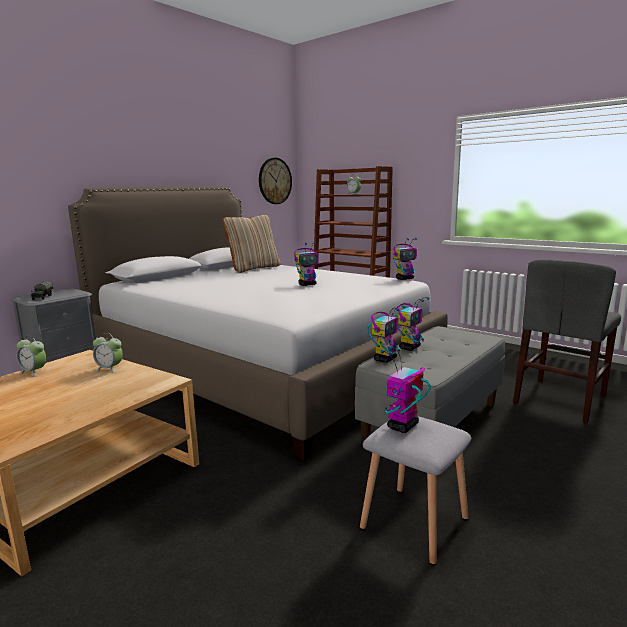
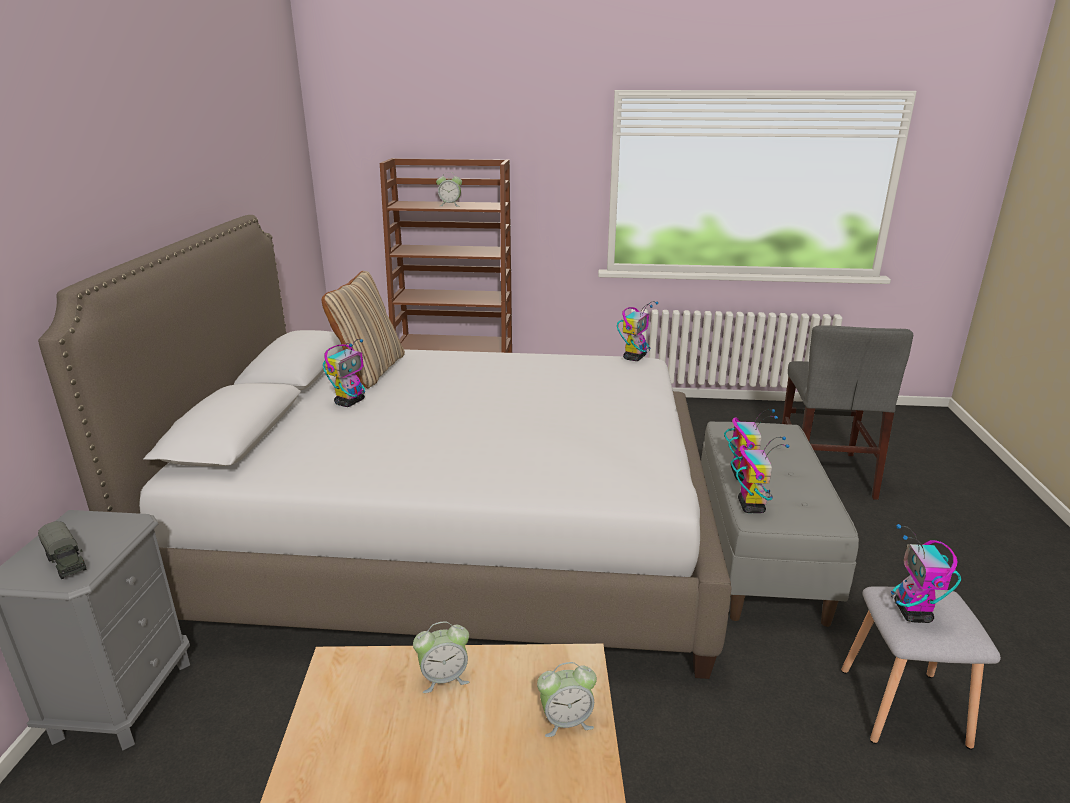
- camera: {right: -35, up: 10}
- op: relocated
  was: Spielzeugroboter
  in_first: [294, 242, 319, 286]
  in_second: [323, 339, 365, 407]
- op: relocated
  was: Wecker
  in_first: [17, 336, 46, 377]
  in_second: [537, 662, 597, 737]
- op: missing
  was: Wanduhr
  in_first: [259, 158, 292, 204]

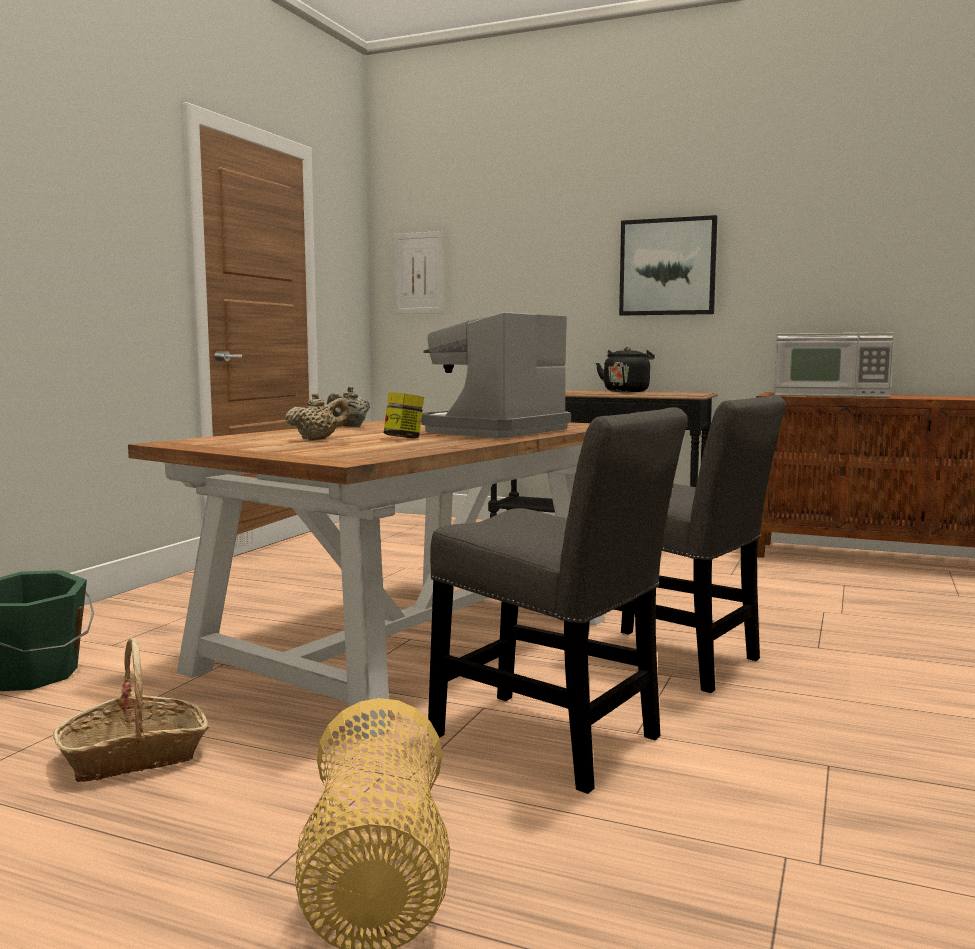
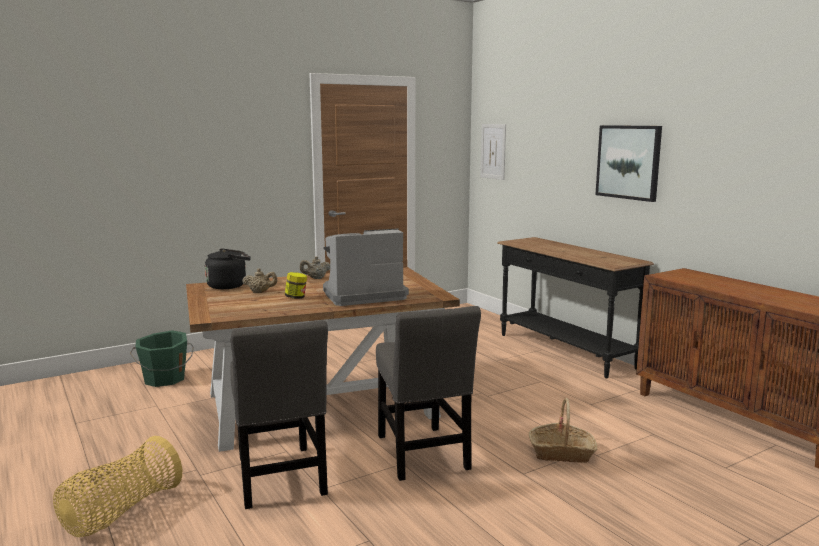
- camera: {right: 35, up: 5}
- op: relocated
  was: Wasserkessel/schwarz
  in_first: [596, 347, 655, 392]
  in_second: [205, 248, 251, 289]
- op: relocated
  was: Korb
  in_first: [53, 638, 209, 782]
  in_second: [529, 398, 598, 463]
- op: missing
  was: Mikrowelle
  in_first: [774, 333, 894, 397]

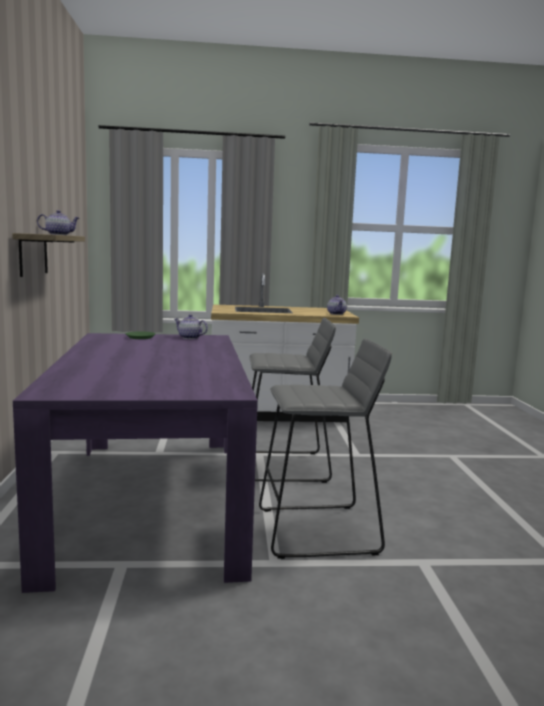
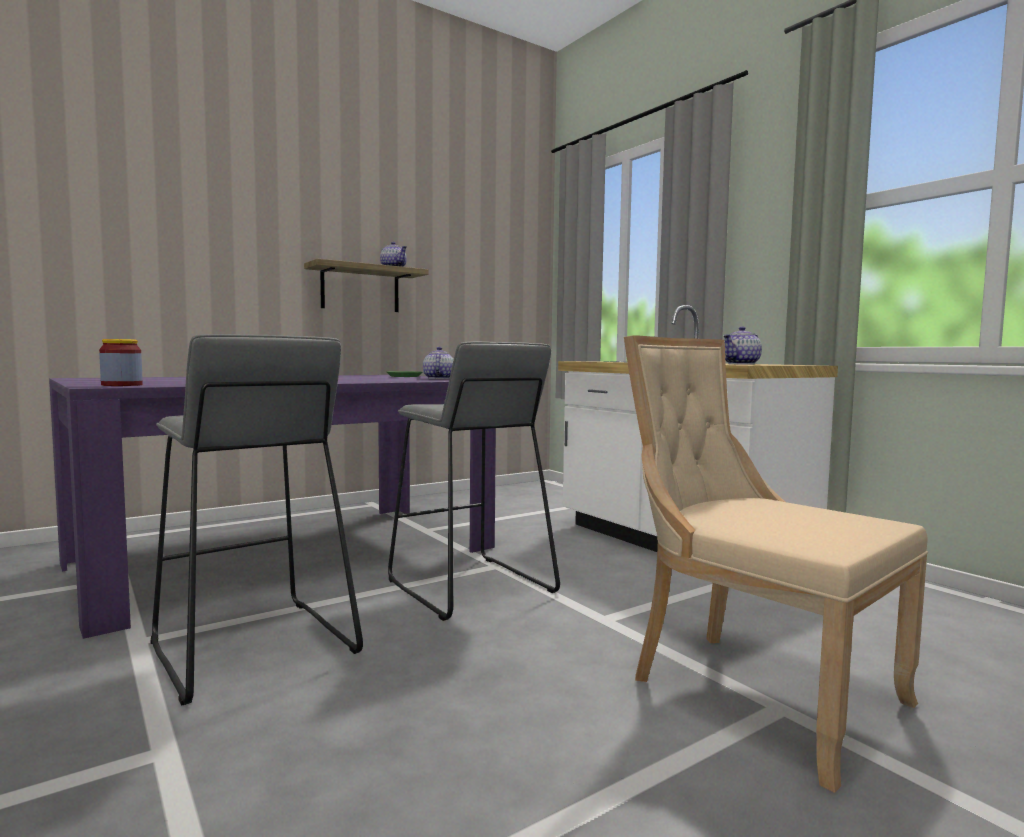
- camera: {right: 60, up: -5}
- op: appeared
  now: Vorratsglas
  in_second: [99, 339, 143, 386]
- op: appeared
  now: Stuhl/beige
  in_second: [624, 335, 928, 793]

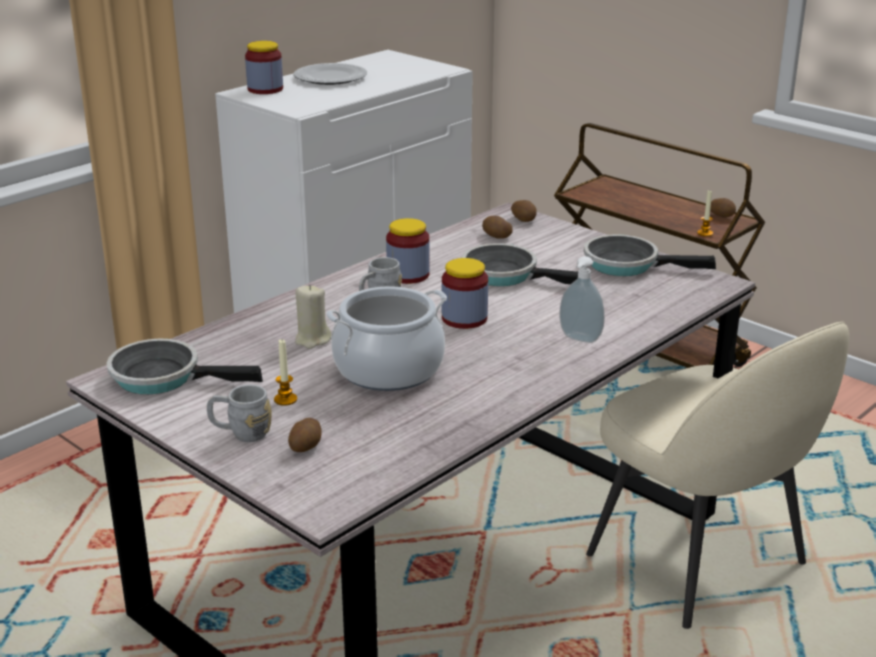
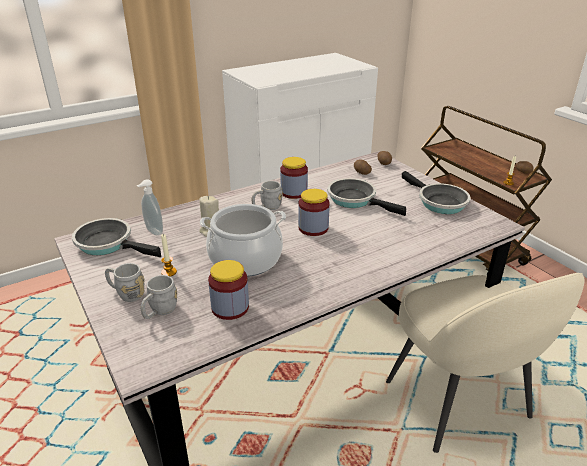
- camera: {right: 15, up: 5}
- op: relocated
  was: Seifenspender
  in_first: [559, 256, 605, 343]
  in_second: [137, 179, 163, 236]
- op: exchanged
  was: Kartoffel
  now: Henkelbecher/grau
  in_first: [288, 418, 321, 452]
  in_second: [141, 275, 177, 319]
- op: relocated
  was: Vorratsglas
  in_first: [245, 41, 283, 94]
  in_second: [208, 260, 249, 320]
- op: spun
  was: Pfanne
  in_first: [584, 234, 716, 276]
  in_second: [402, 171, 470, 214]
  clockwise: -150
- op: missing
  was: Teller
  in_first: [294, 63, 367, 85]

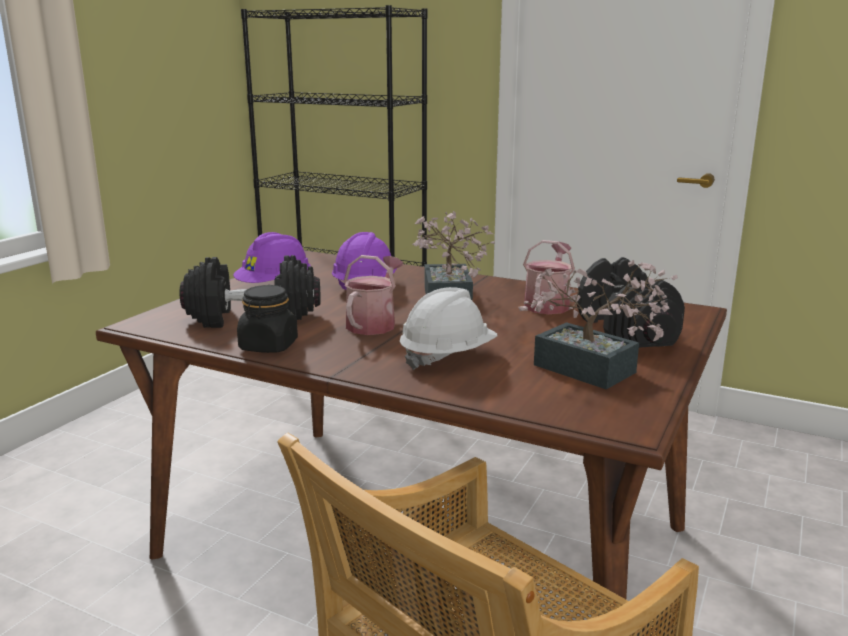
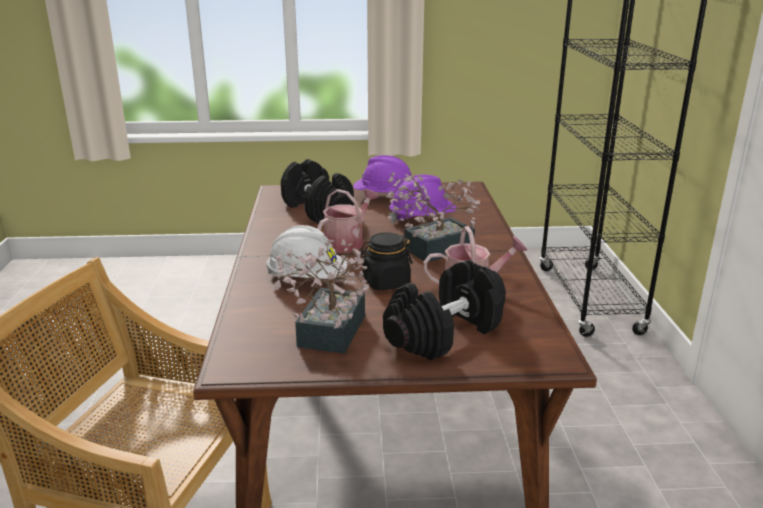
- camera: {right: 60, up: 5}
- op: spun
  was: Gießkanne
  in_first: [344, 255, 403, 335]
  in_second: [317, 189, 378, 252]
  clockwise: -45
- op: relocated
  was: Vorratsglas/schwarz
  in_first: [237, 285, 298, 353]
  in_second: [360, 232, 413, 290]

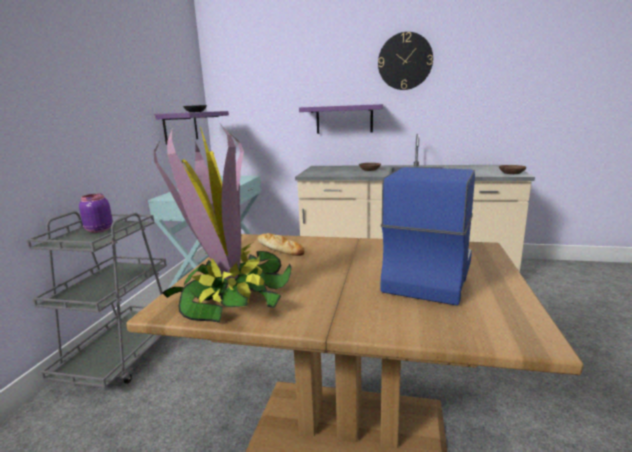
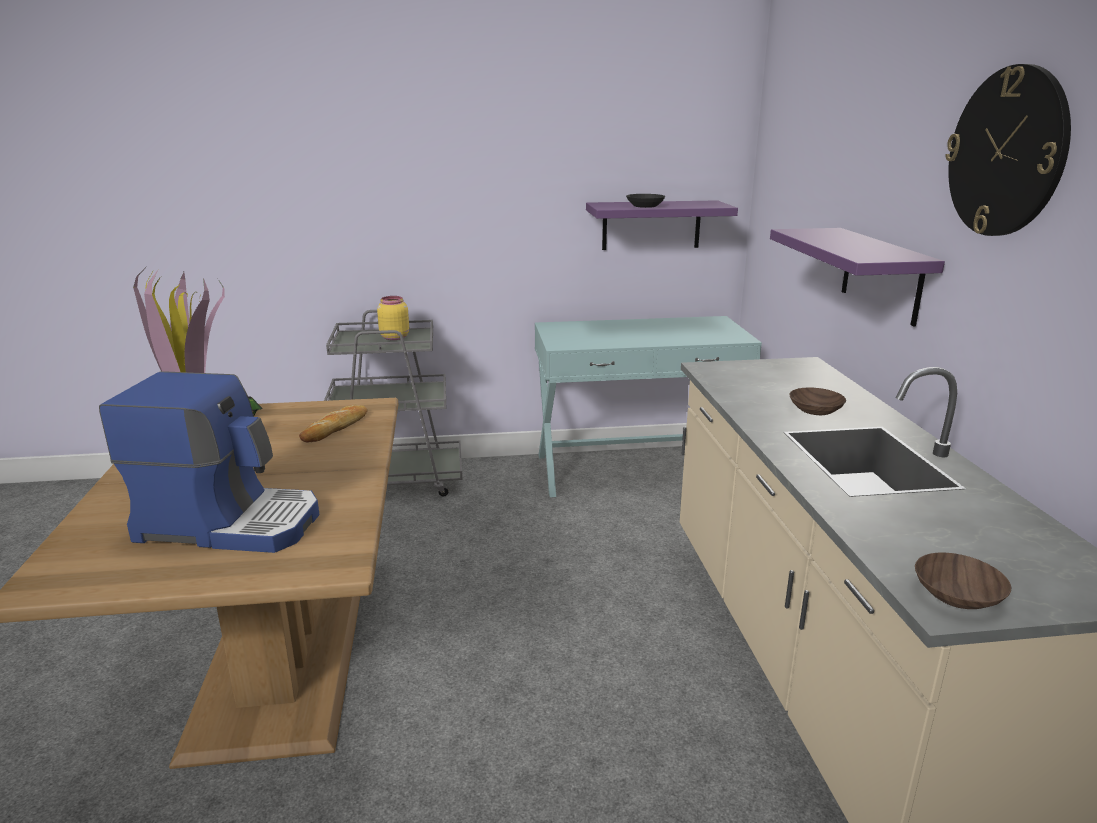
- camera: {right: 70, up: 5}
- op: colour
  was: Vorratsglas/lila
  now: Vorratsglas/gelb
  in_first: [79, 194, 113, 233]
  in_second: [377, 296, 409, 340]

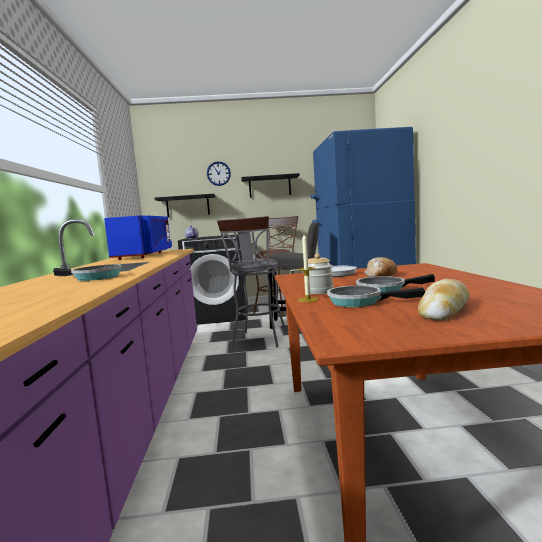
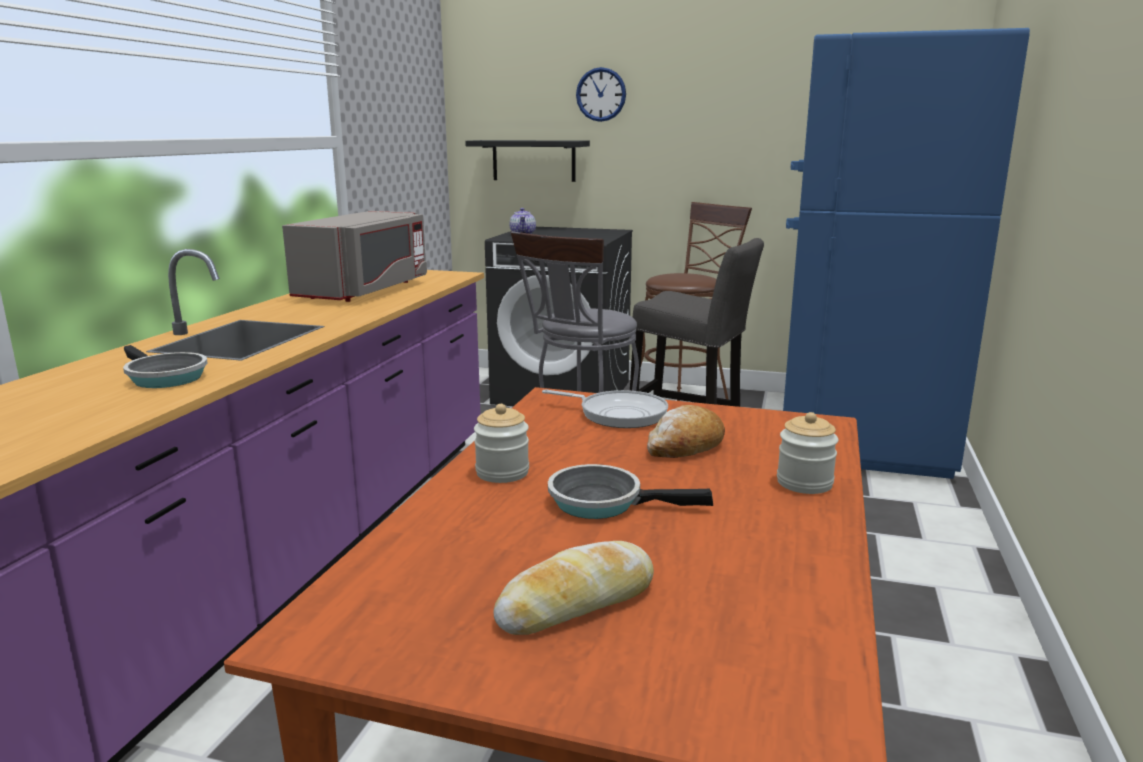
- camera: {right: 20, up: 10}
- op: colour
  was: Mikrowelle/blau
  now: Mikrowelle/grau
  in_first: [104, 215, 172, 260]
  in_second: [282, 211, 427, 302]
- op: appeared
  now: Vorratsglas
  in_second: [777, 412, 838, 494]
- op: missing
  was: Wandregal/schwarz
  in_first: [241, 173, 300, 198]
- op: missing
  was: Kerze
  in_first: [297, 234, 318, 302]
- op: missing
  was: Pfanne
  in_first: [327, 286, 425, 307]

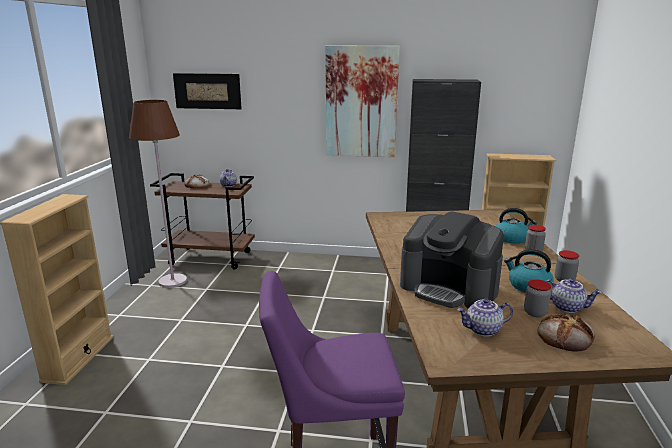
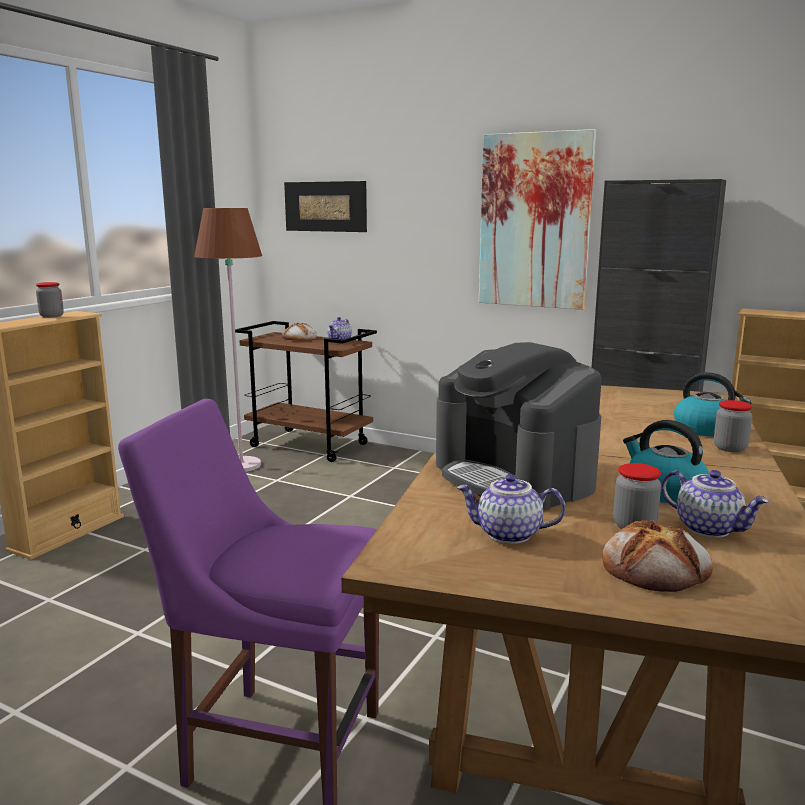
- camera: {right: 20, up: -5}
- op: relocated
  was: Vorratsglas
  in_first: [555, 250, 579, 281]
  in_second: [36, 282, 64, 318]

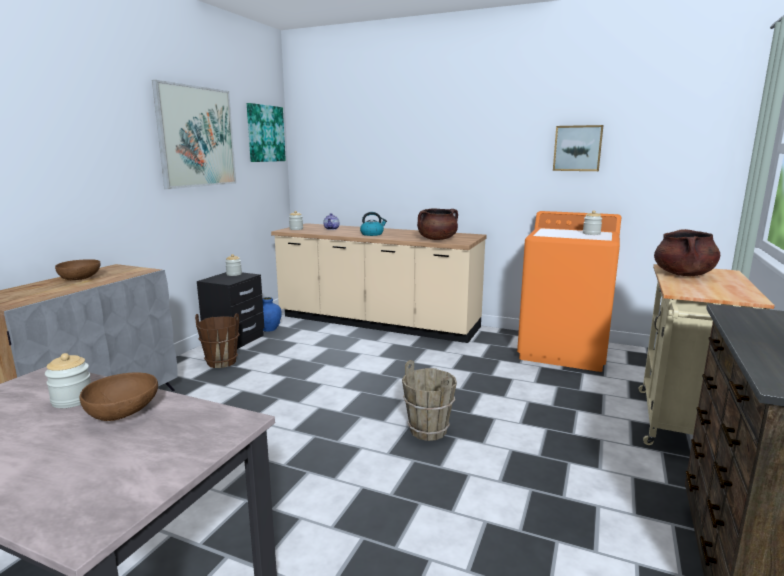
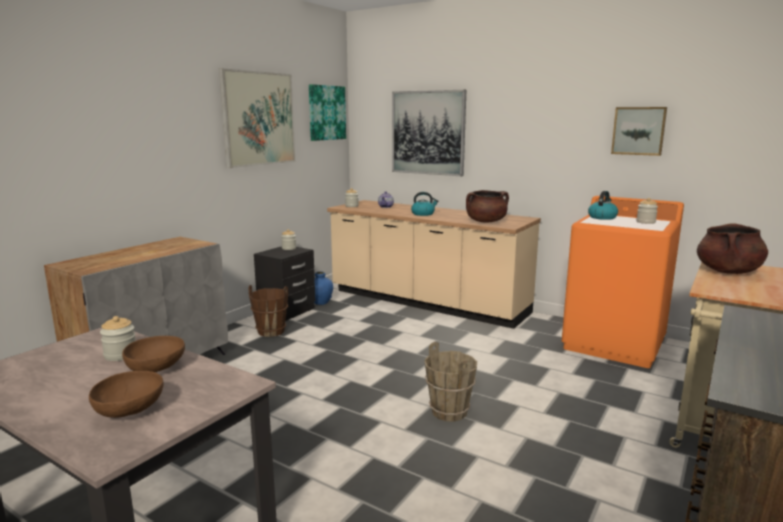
- camera: {right: 10, up: 0}
- op: relocated
  was: Schüssel/braun
  in_first: [55, 259, 100, 280]
  in_second: [89, 371, 164, 418]
- op: appeared
  now: Bild
  in_second: [392, 90, 466, 176]
- op: appeared
  now: Wasserkessel
  in_second: [588, 191, 618, 220]

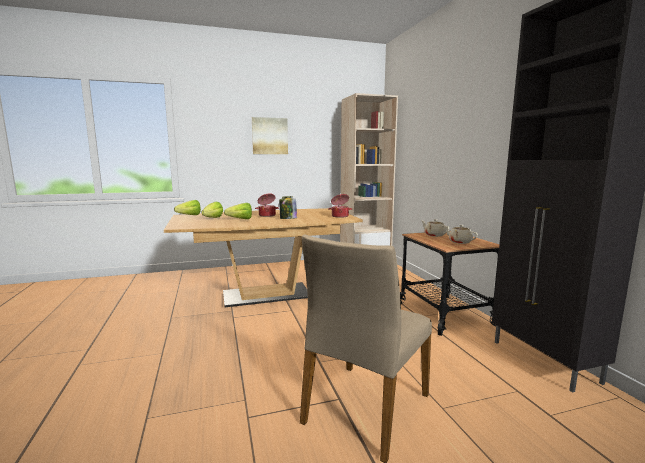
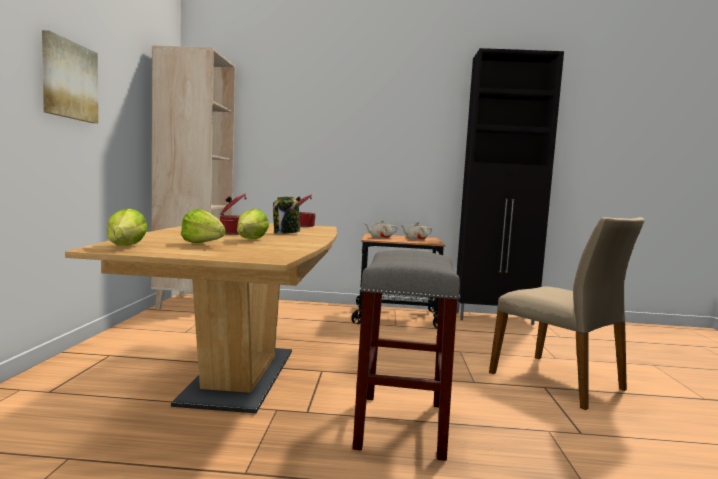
- camera: {right: -70, up: -5}
- op: appeared
  now: Hocker/grau
  in_second: [353, 250, 460, 461]

